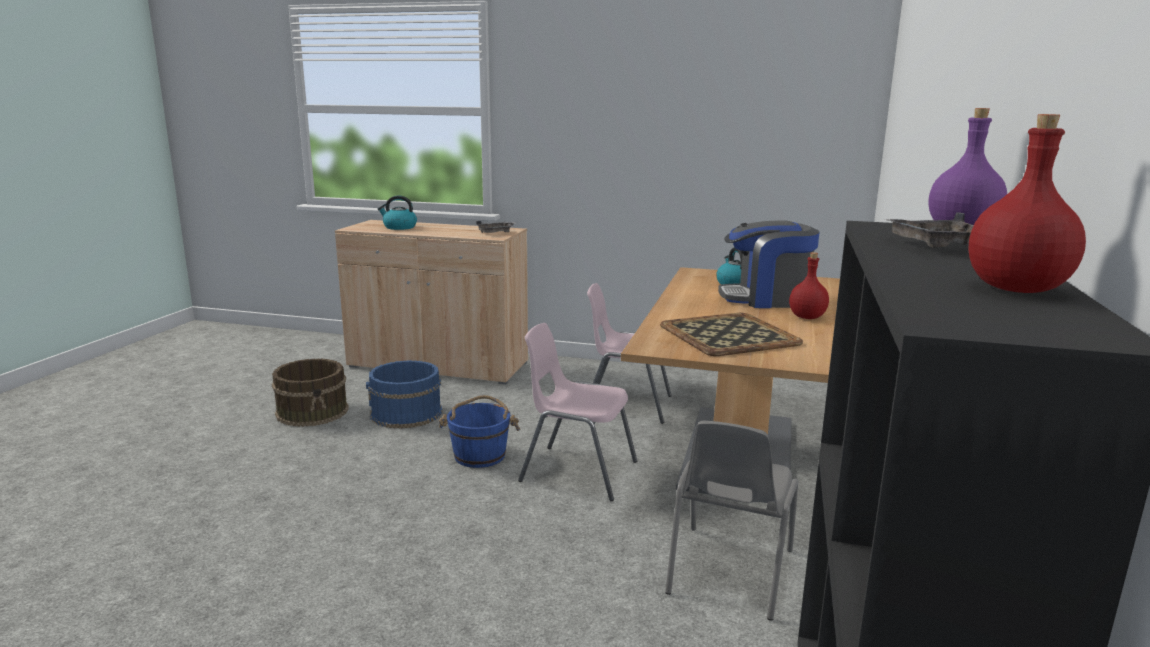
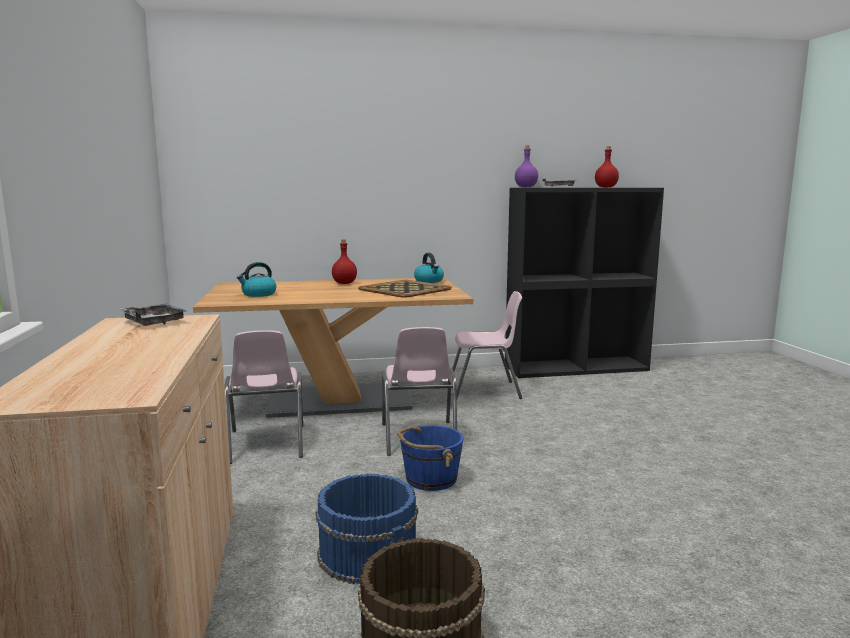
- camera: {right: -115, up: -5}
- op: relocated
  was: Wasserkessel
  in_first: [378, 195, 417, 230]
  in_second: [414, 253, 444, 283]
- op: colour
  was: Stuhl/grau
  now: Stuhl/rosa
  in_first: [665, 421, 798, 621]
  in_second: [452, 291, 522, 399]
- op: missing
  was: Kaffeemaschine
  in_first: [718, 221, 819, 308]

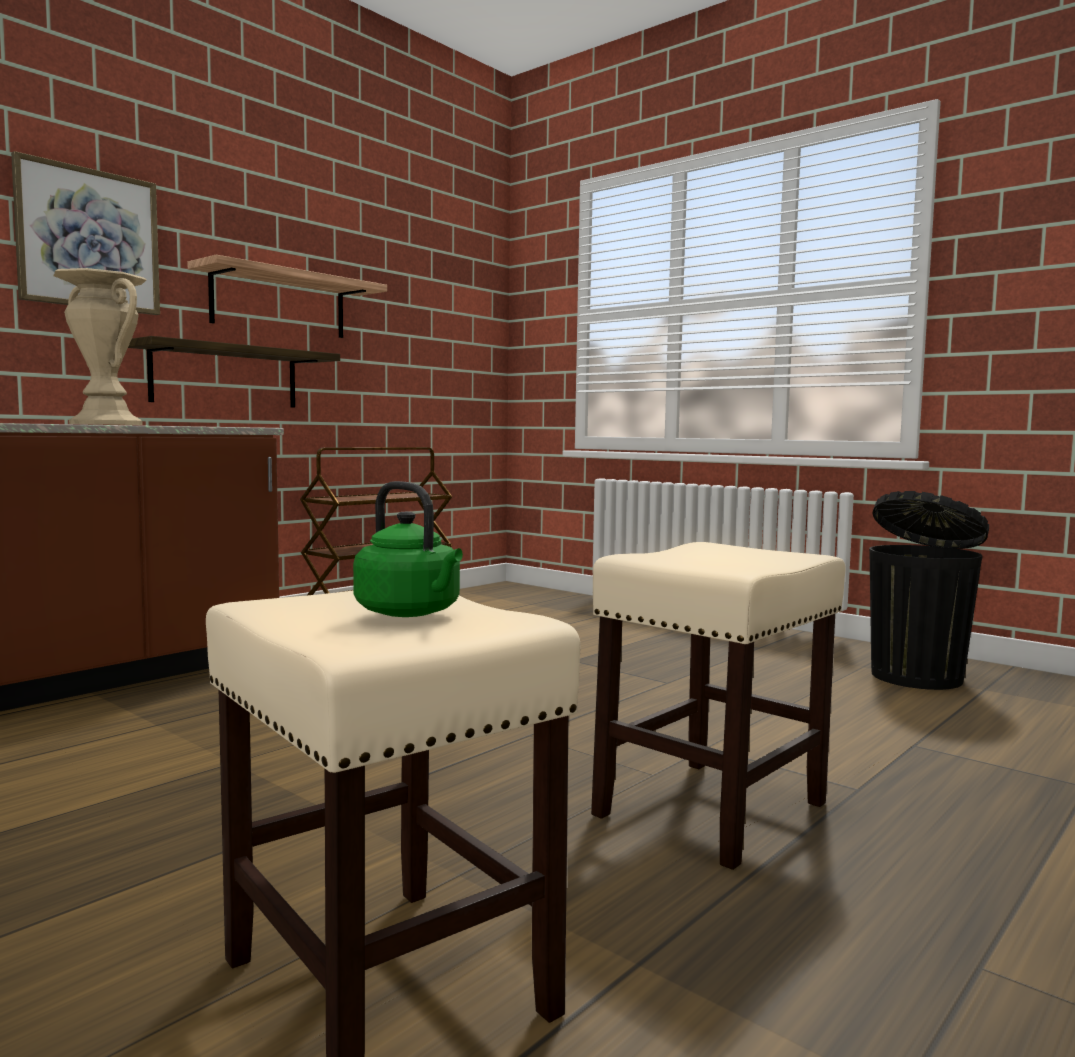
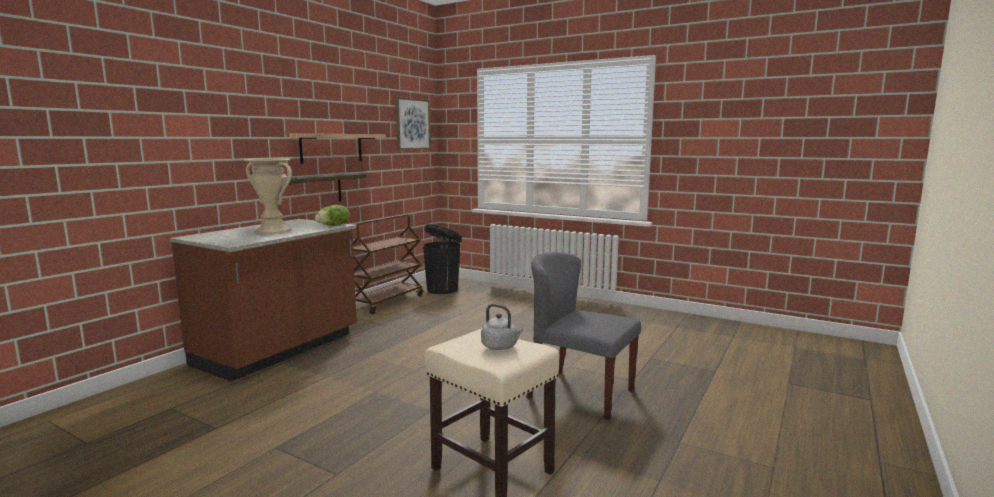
- camera: {right: -10, up: 5}
- op: appeared
  now: Salatkopf
  in_second: [315, 205, 350, 226]
- op: relocated
  was: Bild
  in_first: [11, 151, 160, 315]
  in_second: [395, 97, 431, 150]
- op: relocated
  was: Mülleimer/schwarz
  in_first: [869, 491, 989, 690]
  in_second: [423, 224, 462, 294]
- op: colour
  was: Wasserkessel/grün
  now: Wasserkessel/grau
  in_first: [353, 481, 463, 617]
  in_second: [481, 304, 523, 350]
- op: exchanged
  was: Hocker/beige
  now: Stuhl/grau
  in_first: [591, 542, 846, 870]
  in_second: [526, 252, 641, 420]

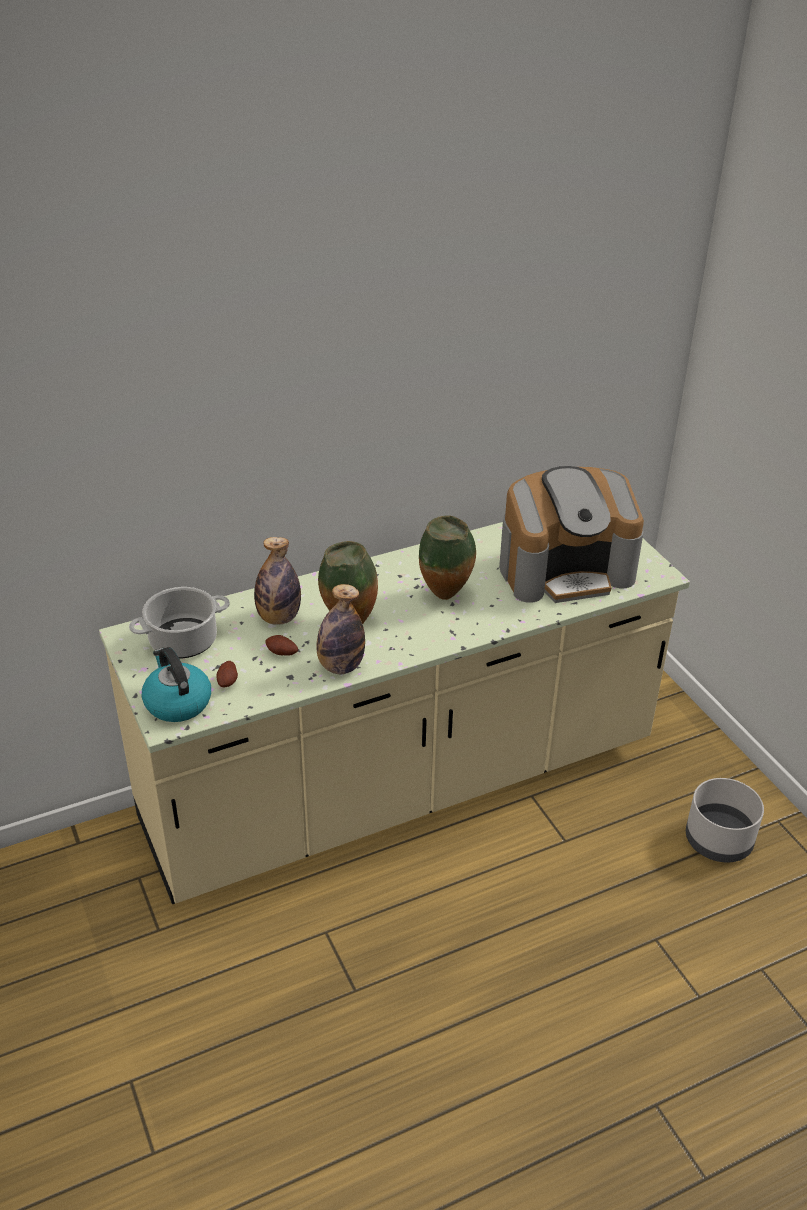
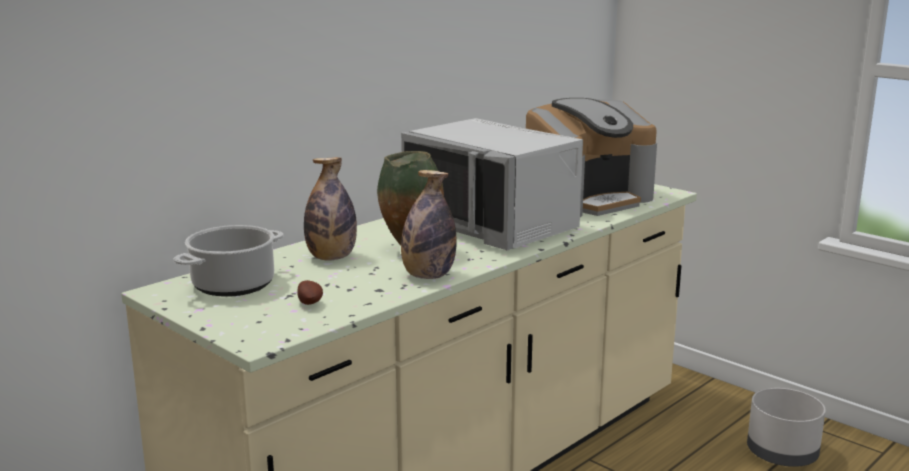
- camera: {right: -20, up: -20}
- op: exchanged
  was: Vase
  now: Mikrowelle/grau
  in_first: [419, 515, 476, 600]
  in_second: [401, 118, 583, 250]
- op: missing
  was: Wasserkessel
  in_first: [142, 647, 211, 722]
- op: missing
  was: Kartoffel
  in_first: [266, 635, 298, 655]

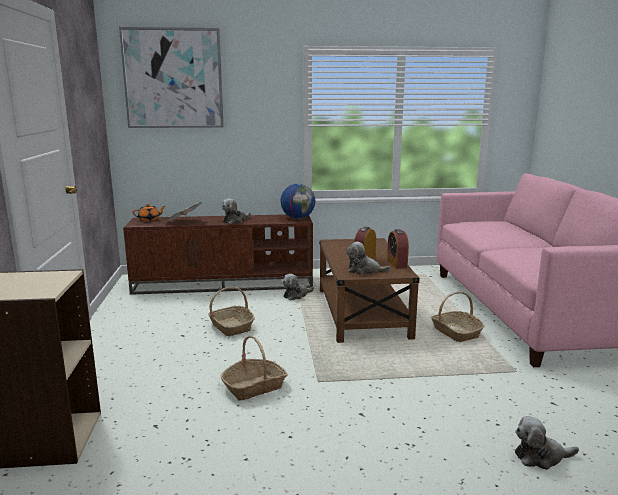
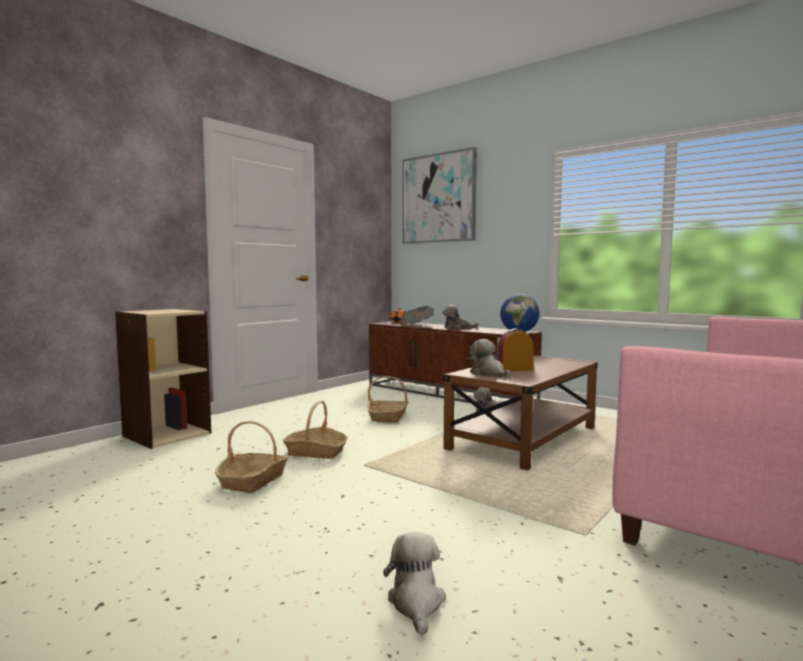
- camera: {right: 45, up: -10}
- op: relocated
  was: Korb
  in_first: [431, 292, 485, 342]
  in_second: [215, 421, 288, 493]
- op: spun
  was: Plüschtier
  in_first: [515, 416, 579, 470]
  in_second: [383, 532, 446, 636]
  clockwise: 45
- op: missing
  was: Wecker
  in_first: [387, 229, 409, 268]

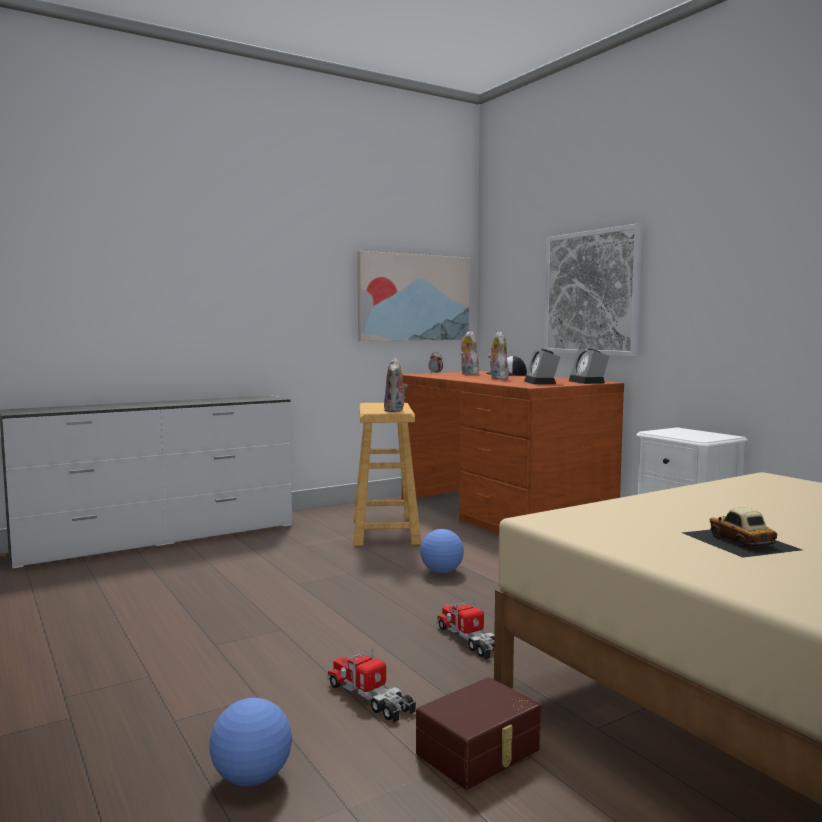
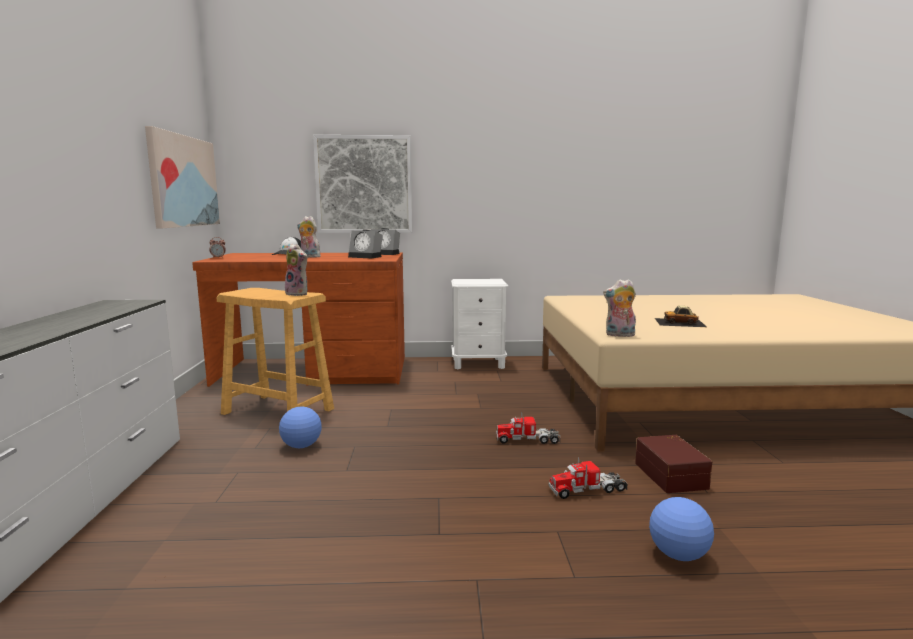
- camera: {right: -60, up: 5}
- op: relocated
  was: Fußball
  in_first: [420, 529, 464, 573]
  in_second: [279, 406, 322, 448]
- op: relocated
  was: Plüschtier
  in_first: [461, 331, 479, 374]
  in_second: [603, 279, 636, 337]

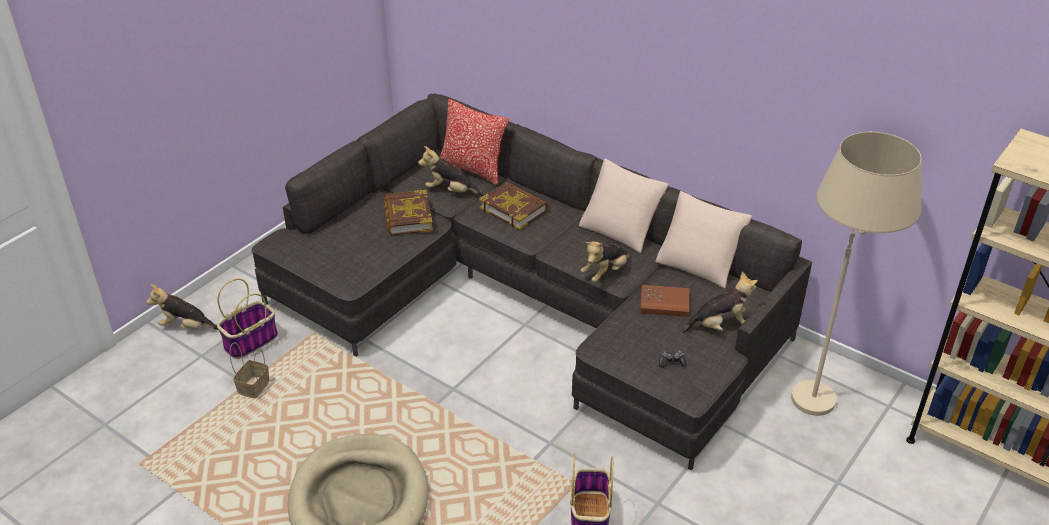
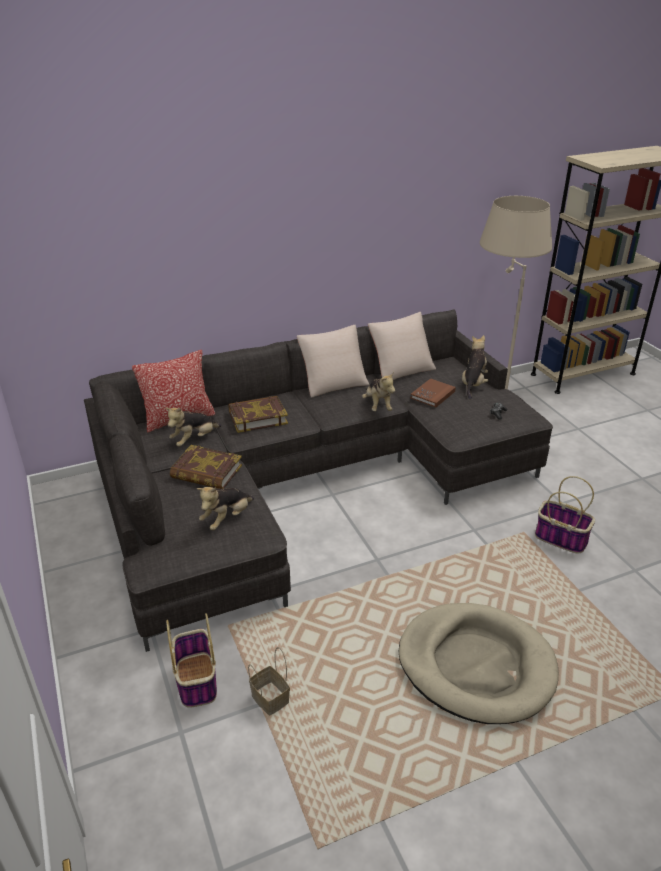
- camera: {right: -60, up: -5}
- op: relocated
  was: Plüschtier
  in_first: [146, 284, 218, 330]
  in_second: [197, 487, 254, 530]

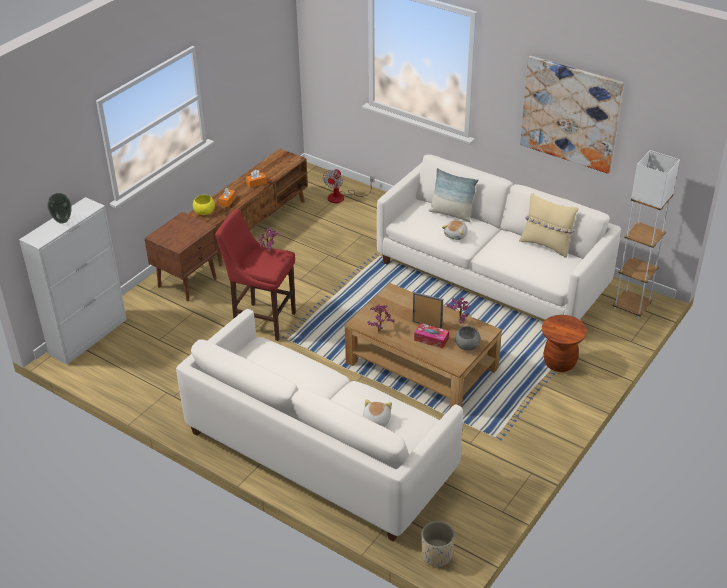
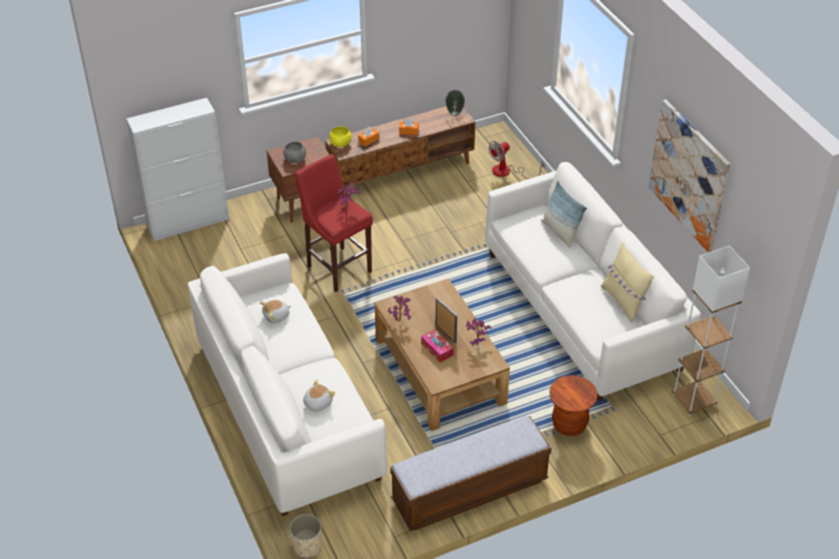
- camera: {right: 30, up: 5}
- op: relocated
  was: Plüschtier
  in_first: [442, 220, 468, 240]
  in_second: [259, 300, 291, 323]
- op: relocated
  was: Schüssel/grau
  in_first: [455, 326, 481, 350]
  in_second: [283, 142, 306, 163]
- op: appeared
  now: Bank
  in_second: [390, 416, 552, 531]
- op: relocated
  was: Vase
  in_first: [47, 193, 72, 223]
  in_second: [445, 90, 465, 116]

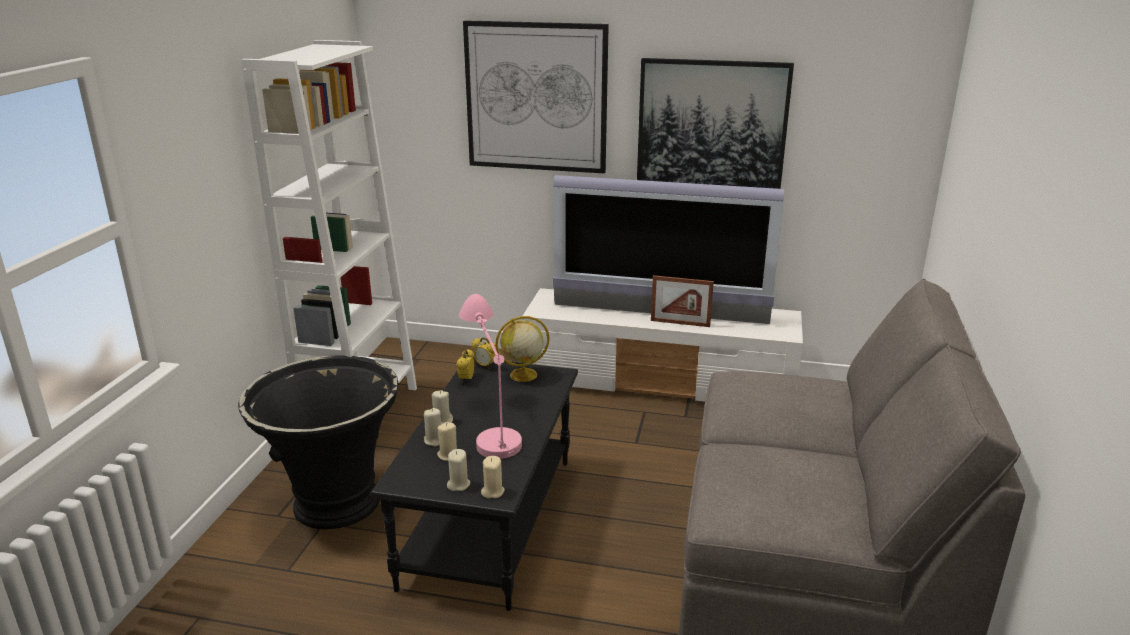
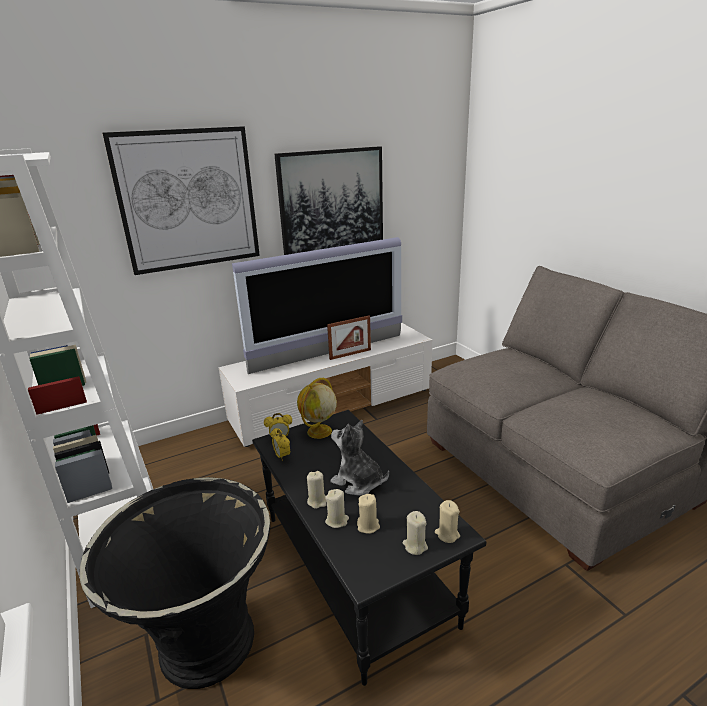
- camera: {right: -40, up: 0}
- op: exchanged
  was: Tischlampe/rosa
  now: Plüschtier
  in_first: [459, 294, 522, 459]
  in_second: [330, 420, 389, 496]

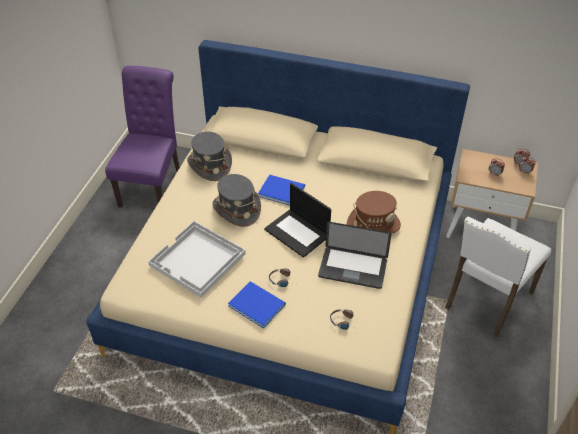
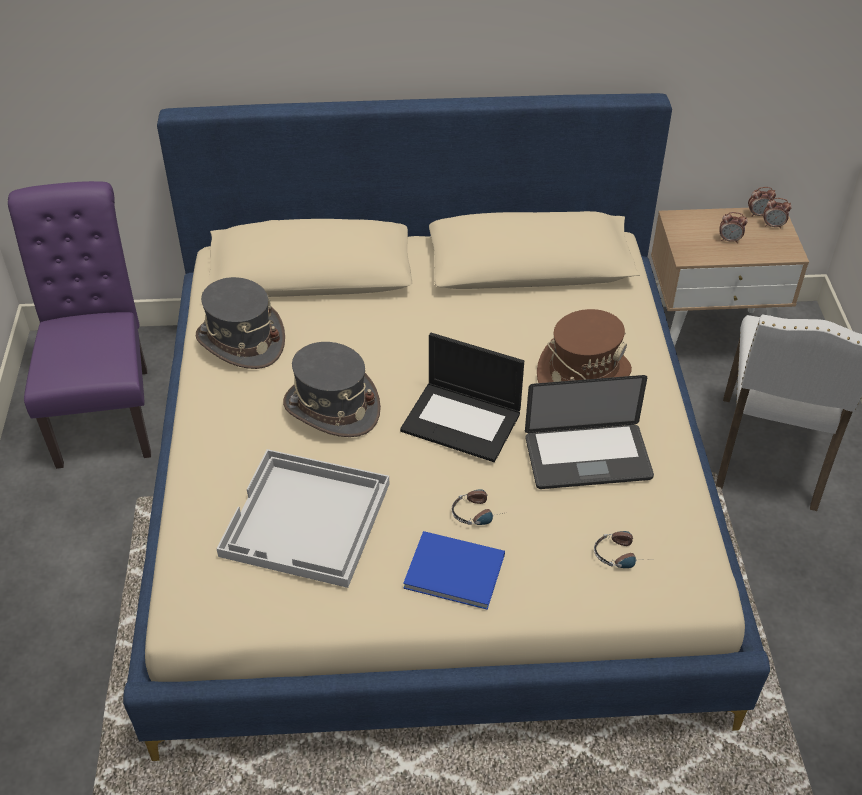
- camera: {right: -20, up: 0}
- op: missing
  was: Buch/blau
  in_first: [258, 175, 305, 205]

